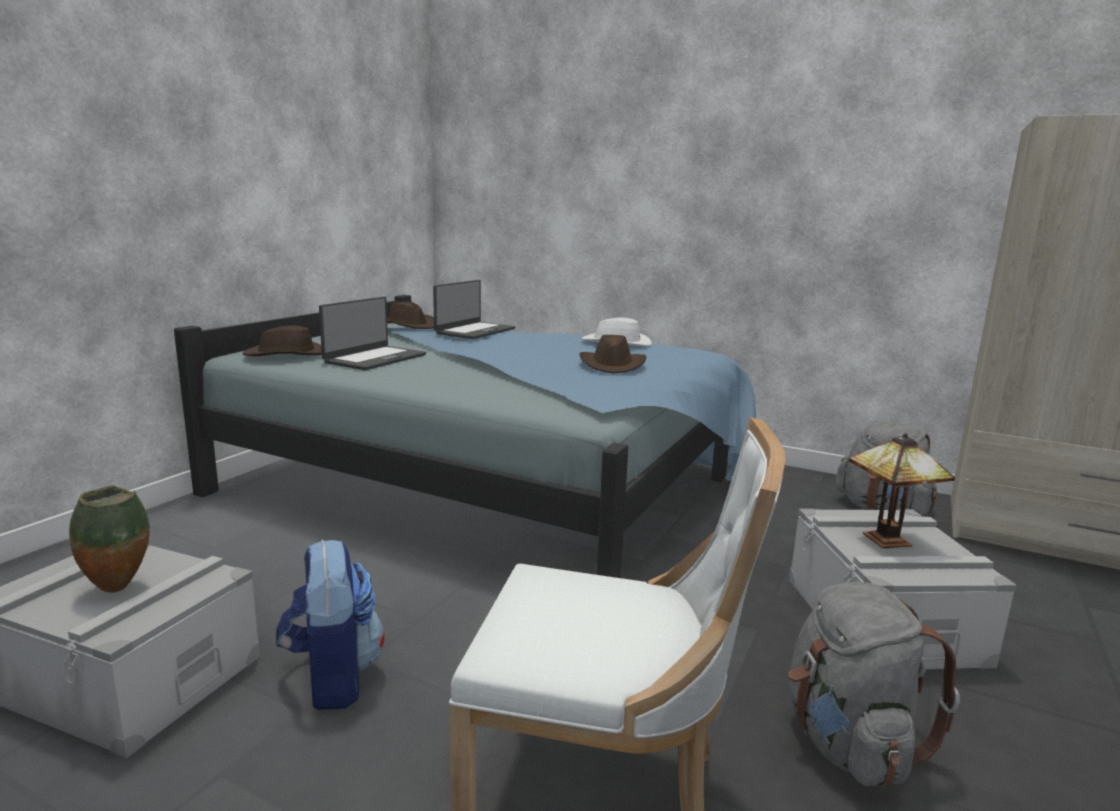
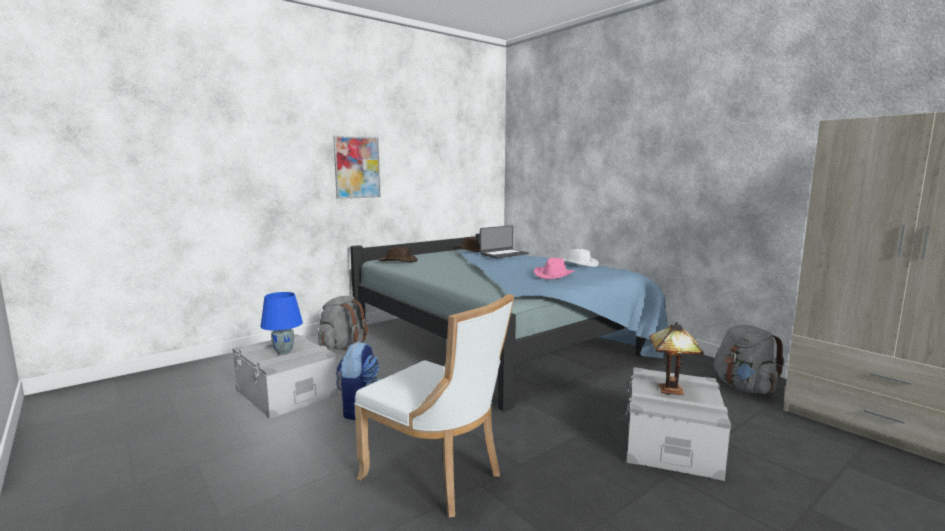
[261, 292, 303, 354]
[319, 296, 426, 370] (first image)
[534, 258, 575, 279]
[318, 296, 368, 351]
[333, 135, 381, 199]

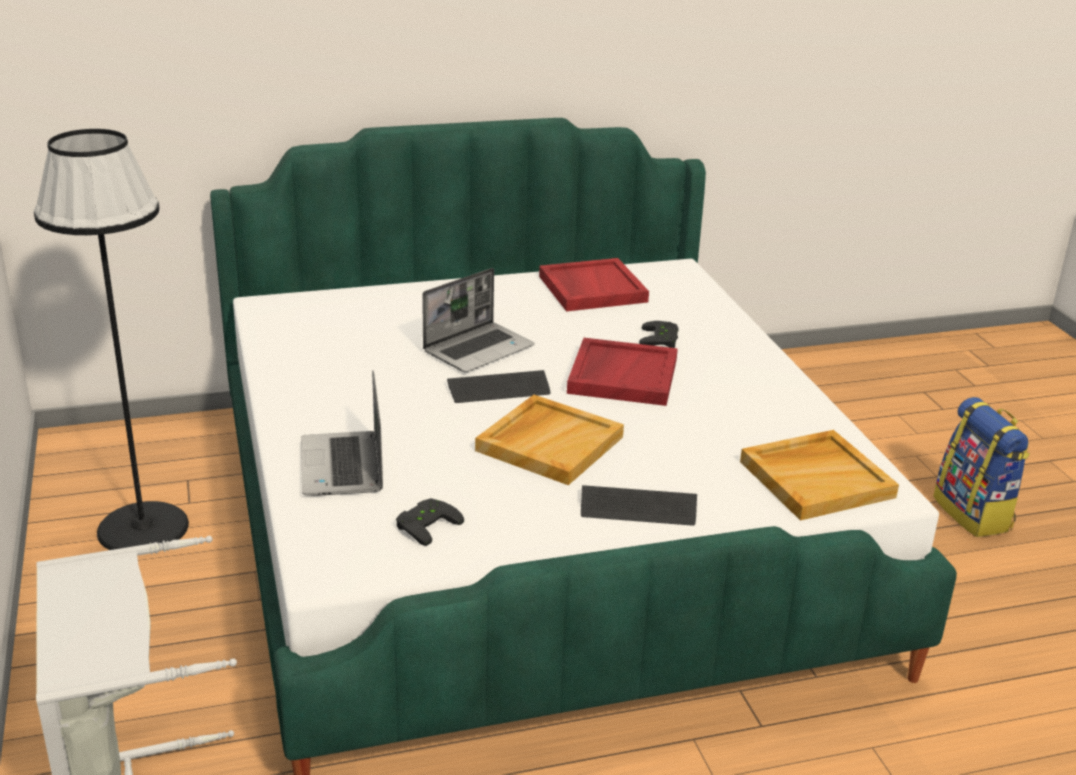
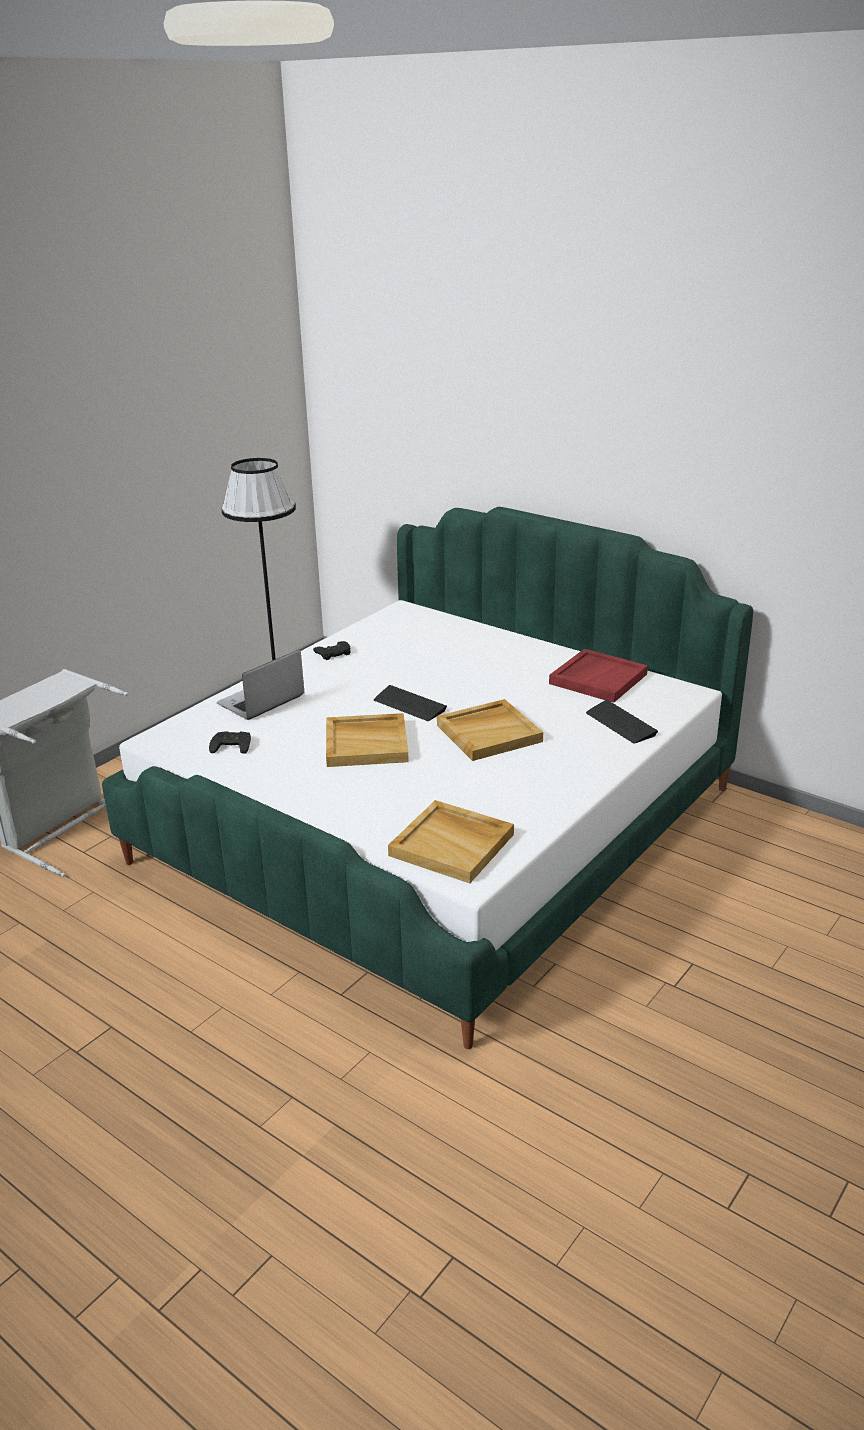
[422, 268, 535, 372] (first image)
[437, 699, 543, 761]
[586, 700, 658, 744]
[313, 641, 351, 660]
[933, 397, 1030, 537] (first image)

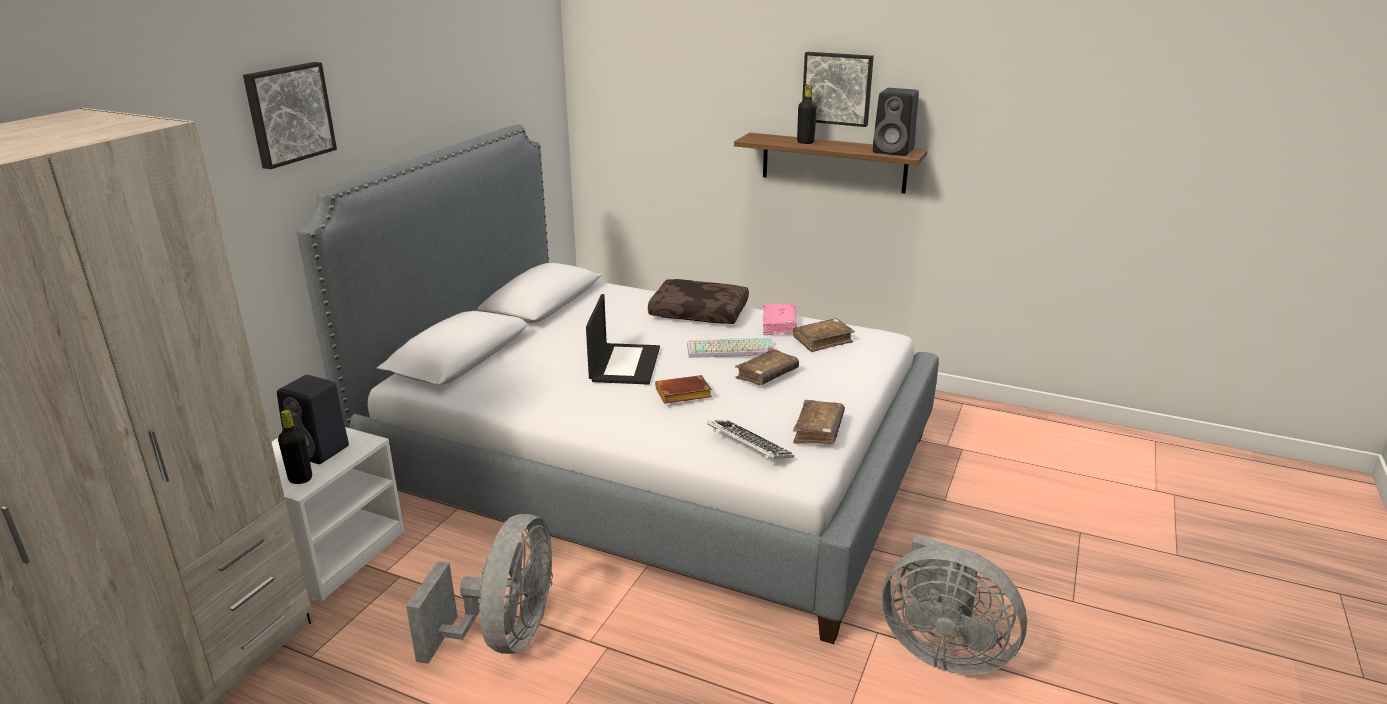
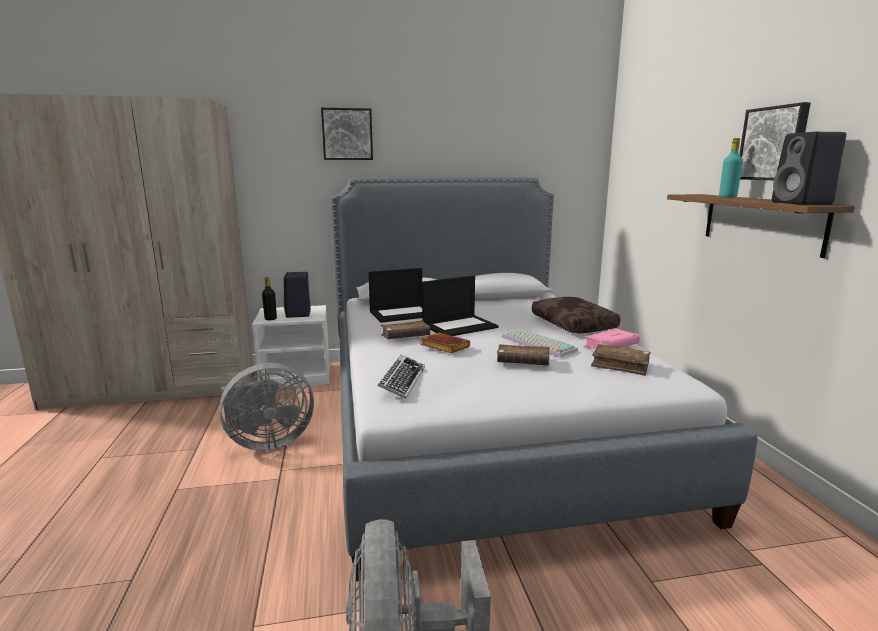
[380, 321, 431, 339]
[719, 138, 743, 198]
[368, 268, 422, 323]

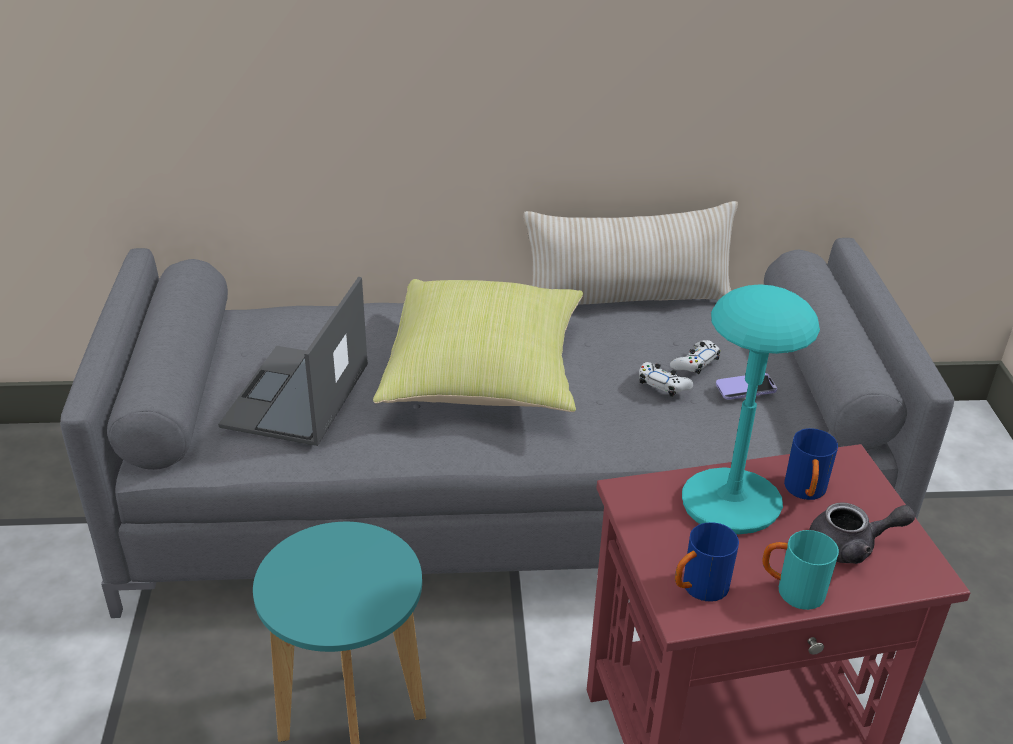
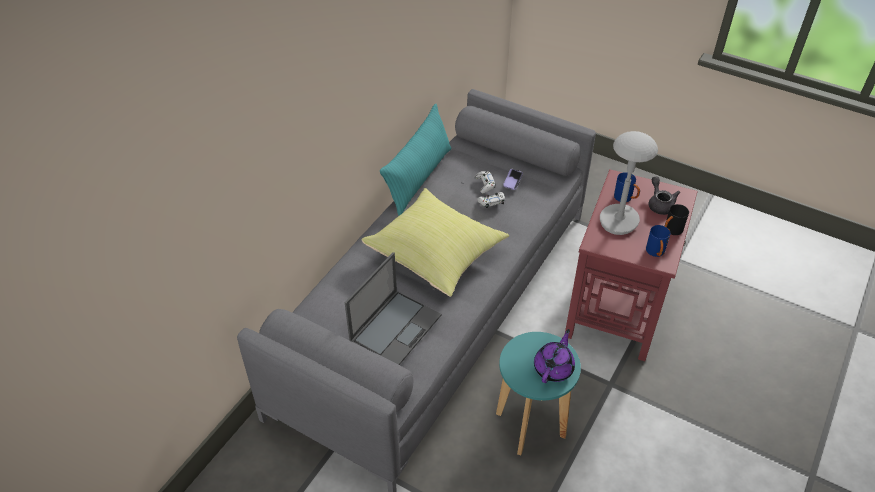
[345, 252, 441, 365]
[380, 103, 452, 216]
[600, 131, 658, 235]
[665, 204, 689, 235]
[649, 177, 680, 215]
[534, 329, 575, 383]

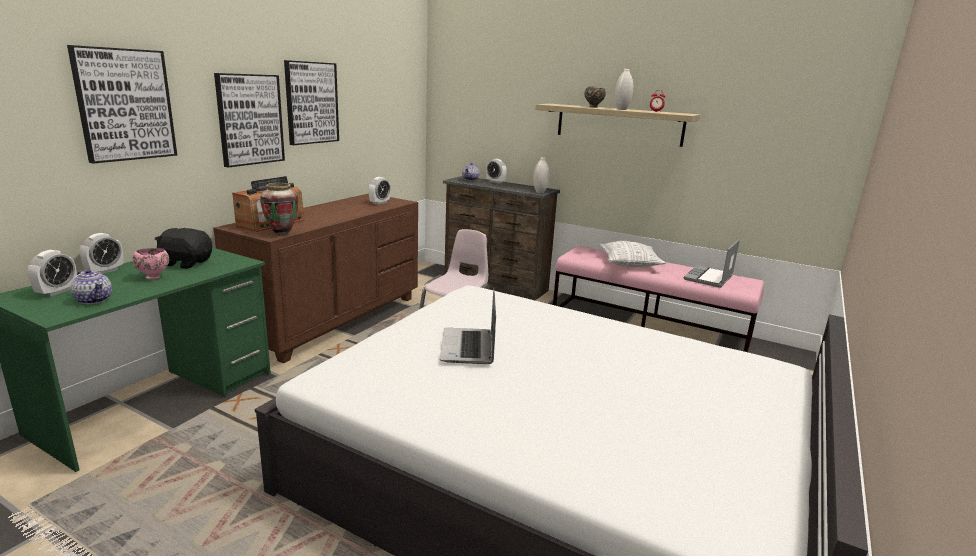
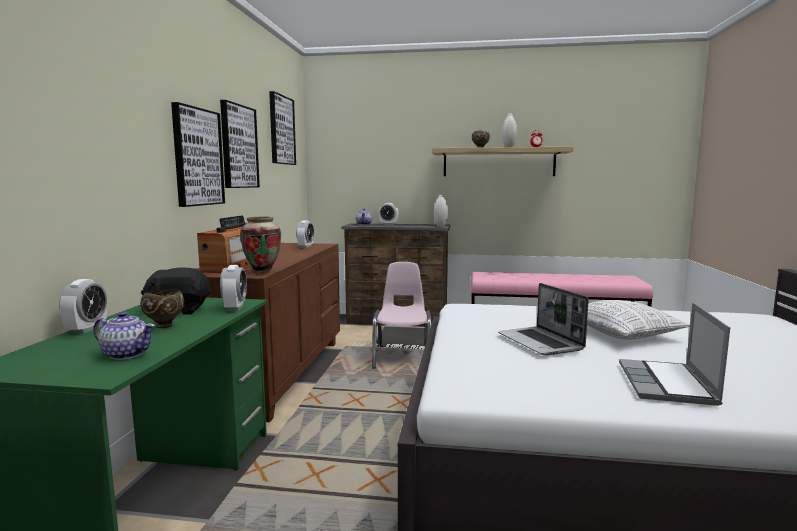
[220, 265, 247, 311]
[269, 91, 296, 165]
[140, 289, 184, 328]
[587, 300, 690, 340]
[619, 302, 730, 406]

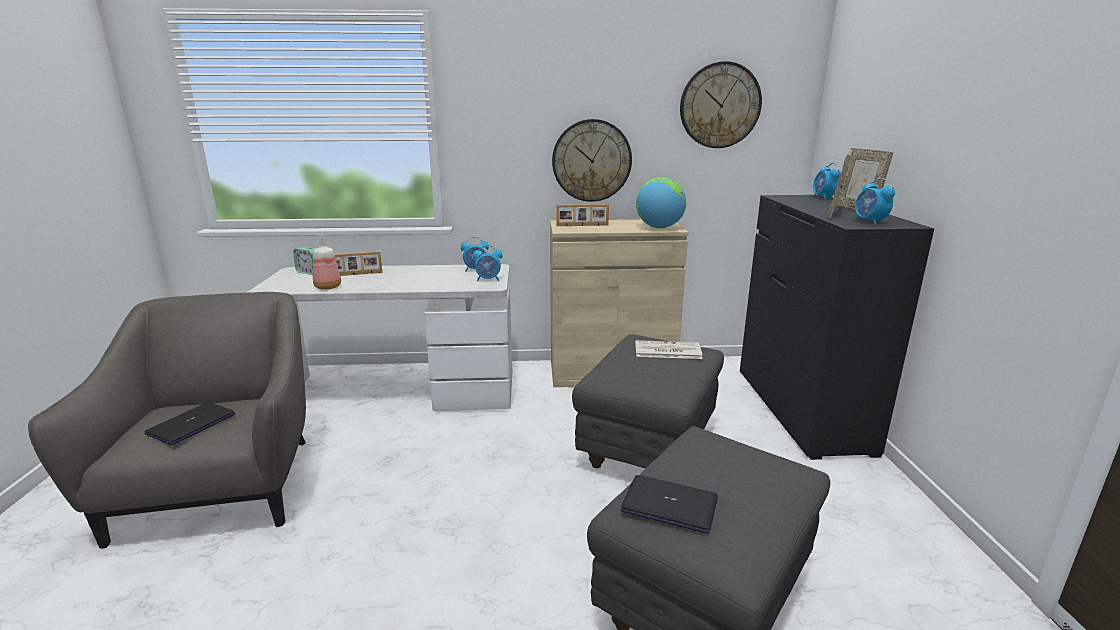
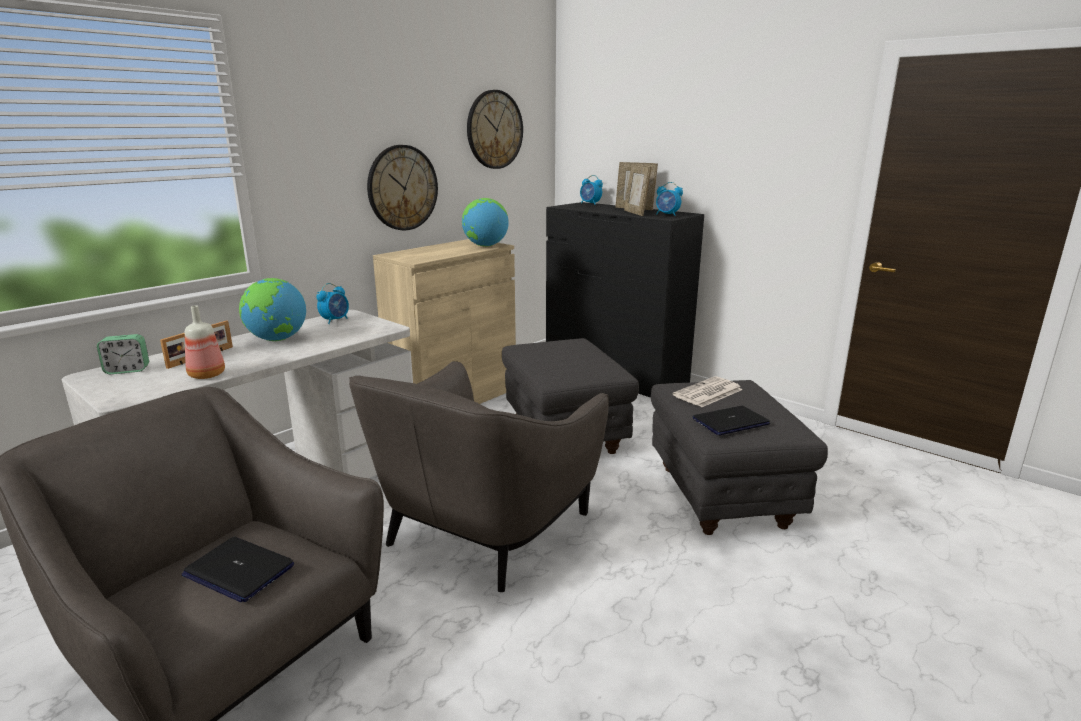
[182, 537, 294, 602]
[473, 245, 502, 282] (first image)
[556, 204, 609, 226] (first image)
[673, 376, 743, 407]
[239, 278, 306, 341]
[349, 361, 609, 592]

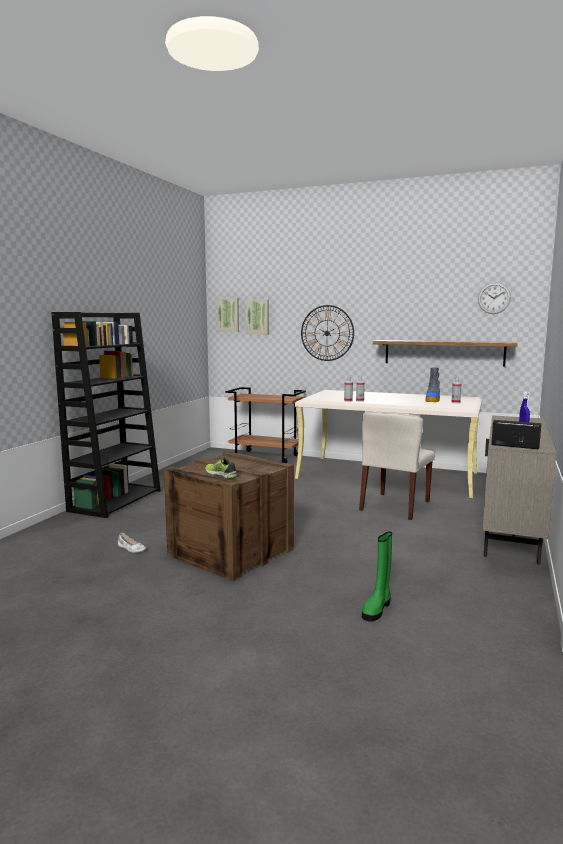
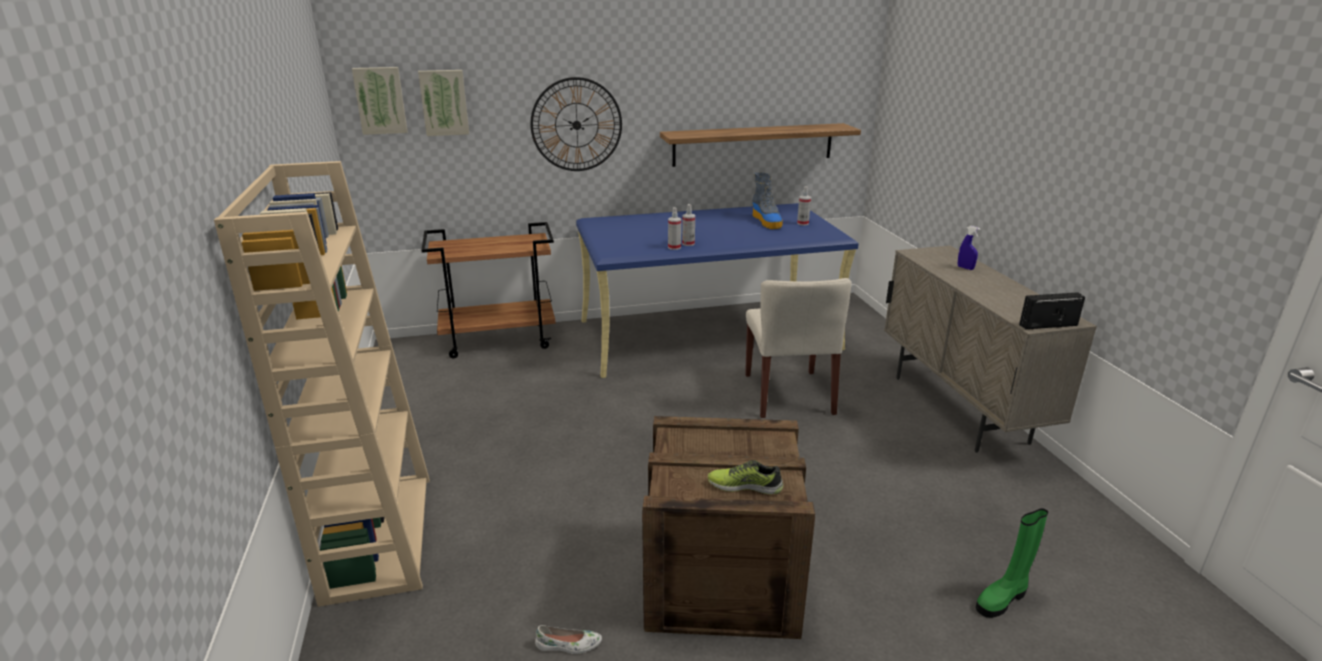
[214, 161, 430, 607]
[576, 203, 859, 378]
[976, 508, 1048, 618]
[478, 282, 511, 314] (first image)

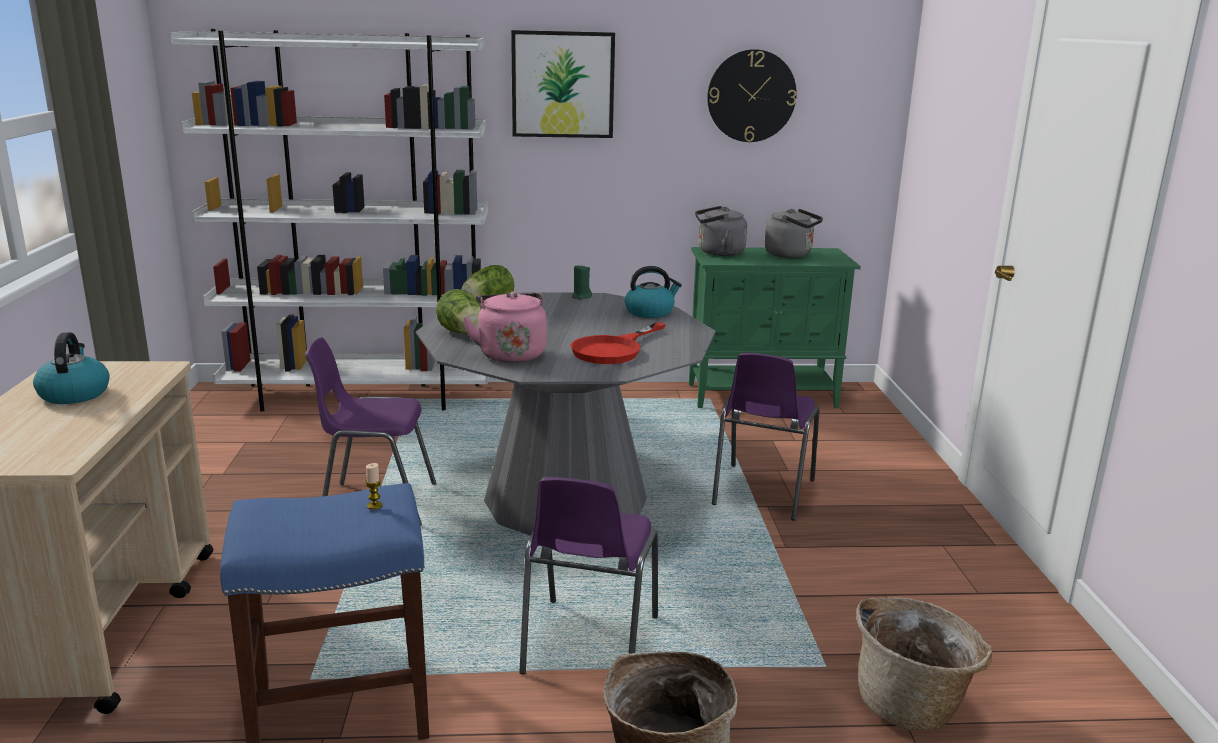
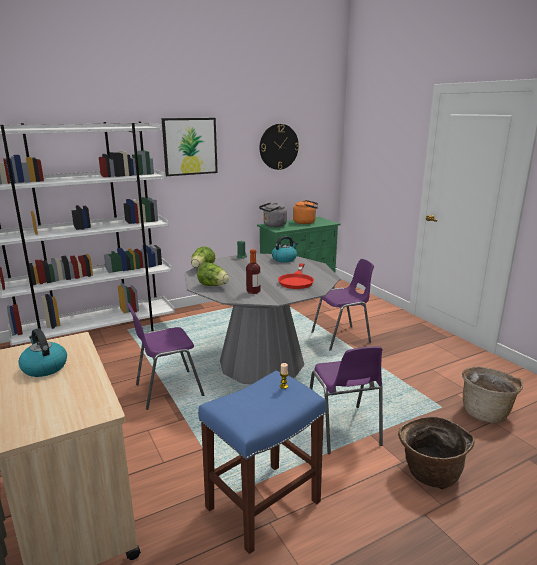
[246, 249, 261, 294]
[311, 259, 374, 350]
[293, 200, 318, 224]

